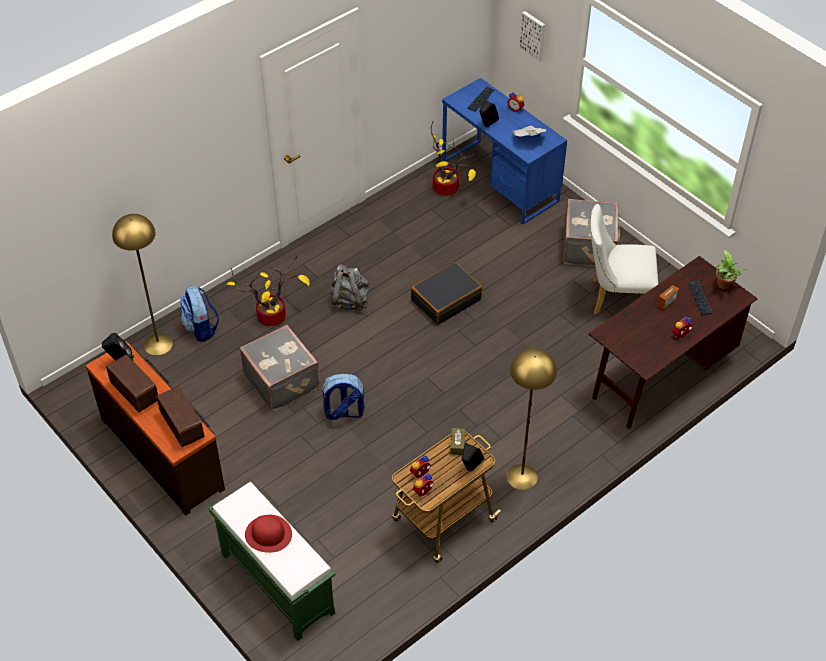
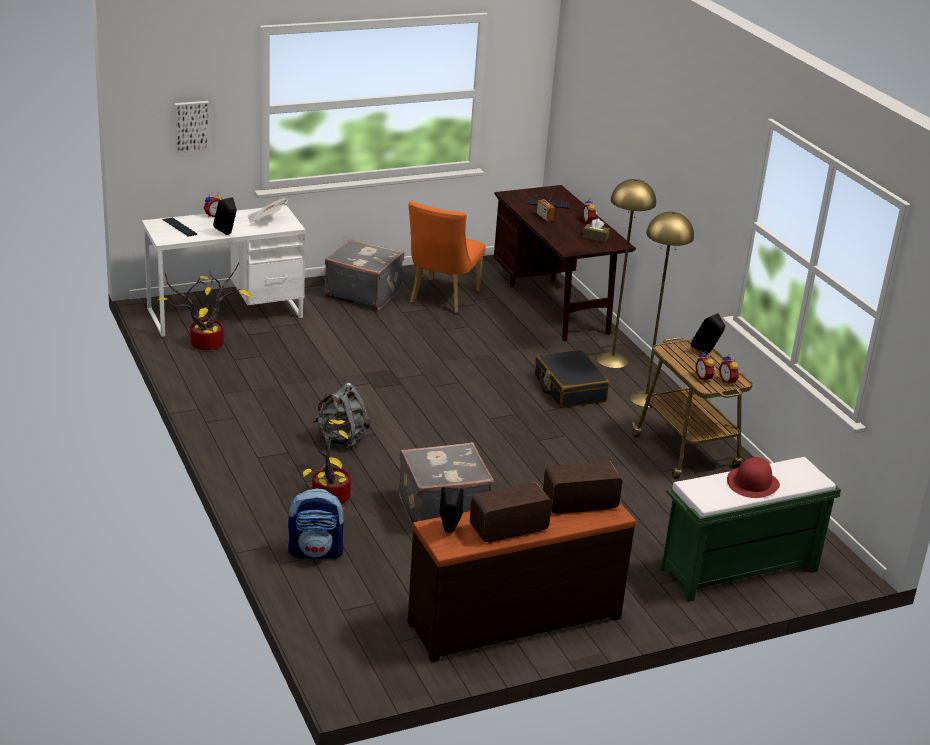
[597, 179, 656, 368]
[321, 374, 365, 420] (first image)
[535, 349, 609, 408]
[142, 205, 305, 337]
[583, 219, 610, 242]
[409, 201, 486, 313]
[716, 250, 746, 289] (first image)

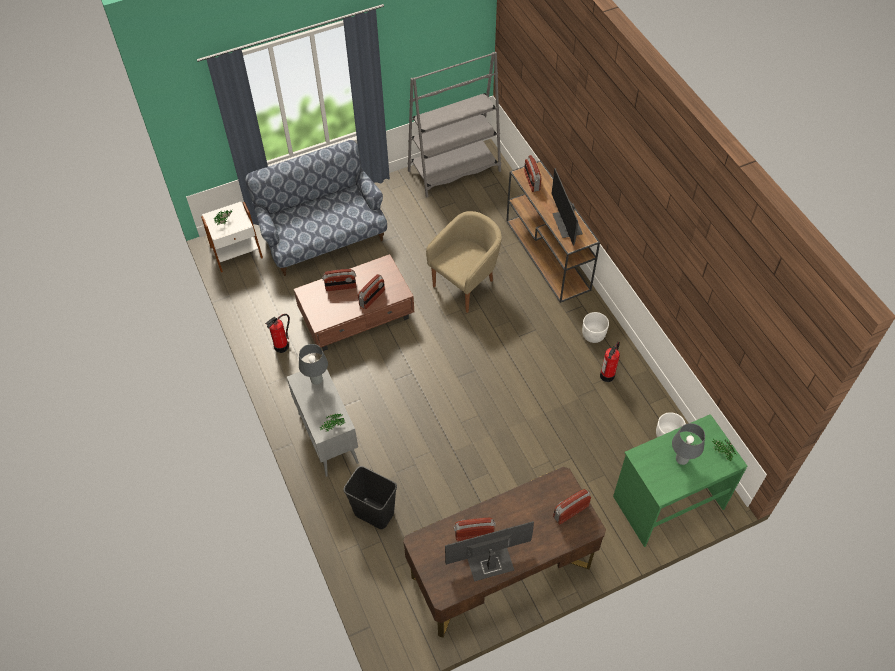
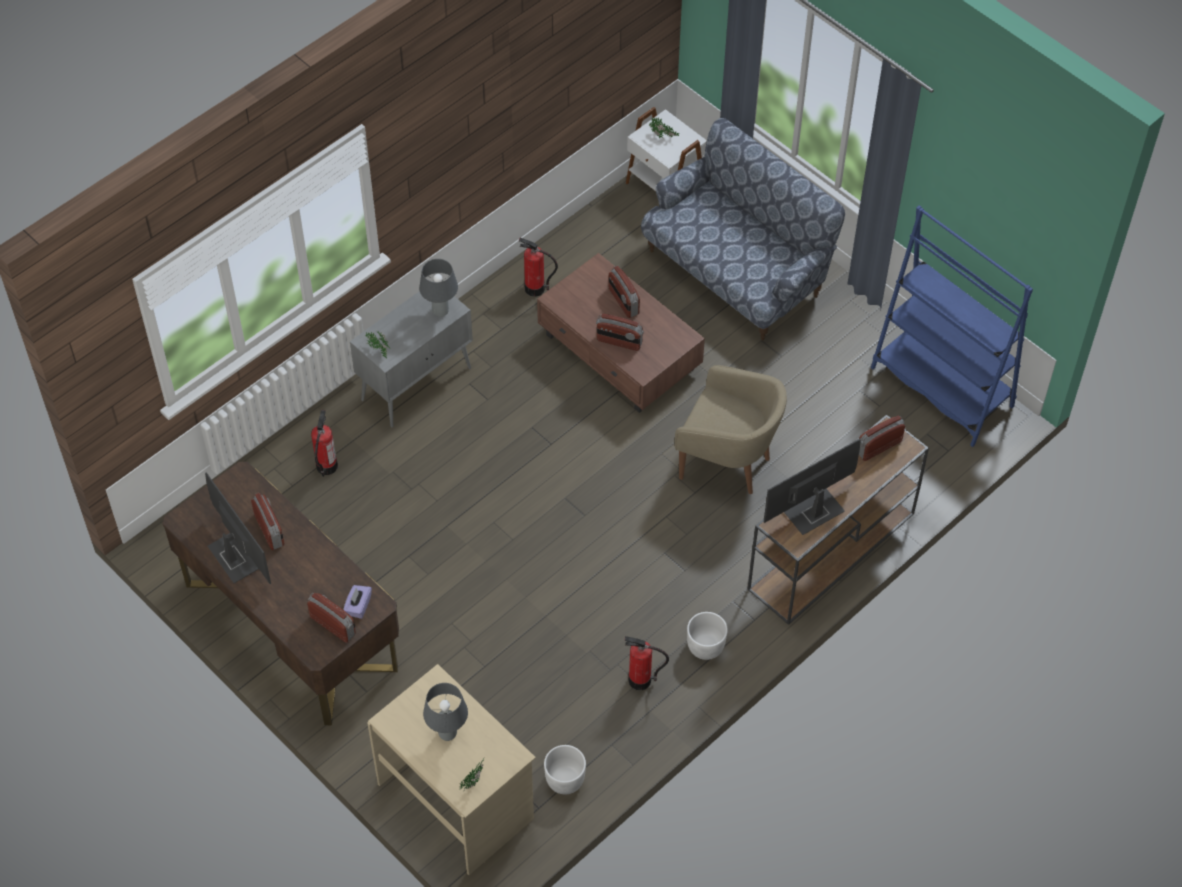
[311, 410, 338, 477]
[871, 205, 1033, 447]
[367, 664, 535, 875]
[343, 585, 372, 619]

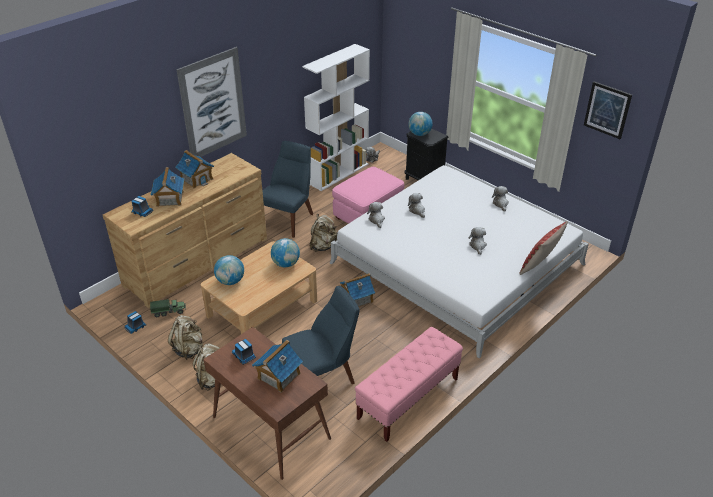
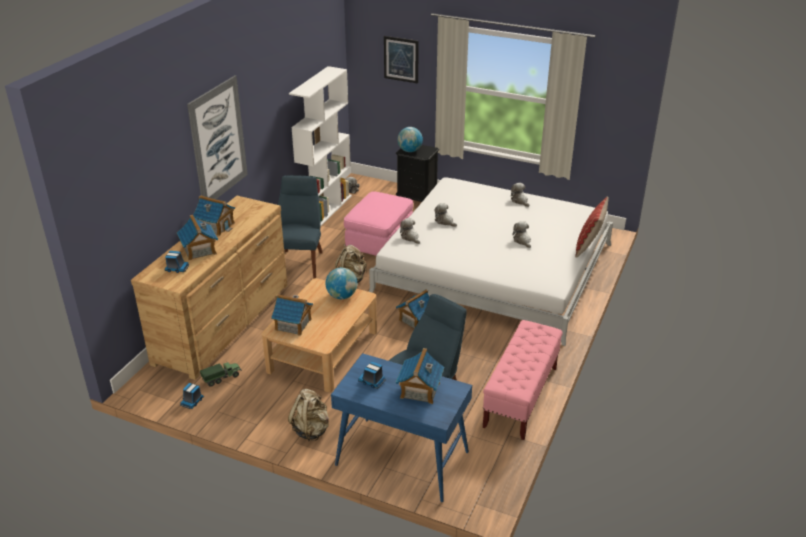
[168, 315, 203, 360] (first image)
[331, 353, 472, 502]
[271, 294, 313, 336]
[384, 36, 419, 83]

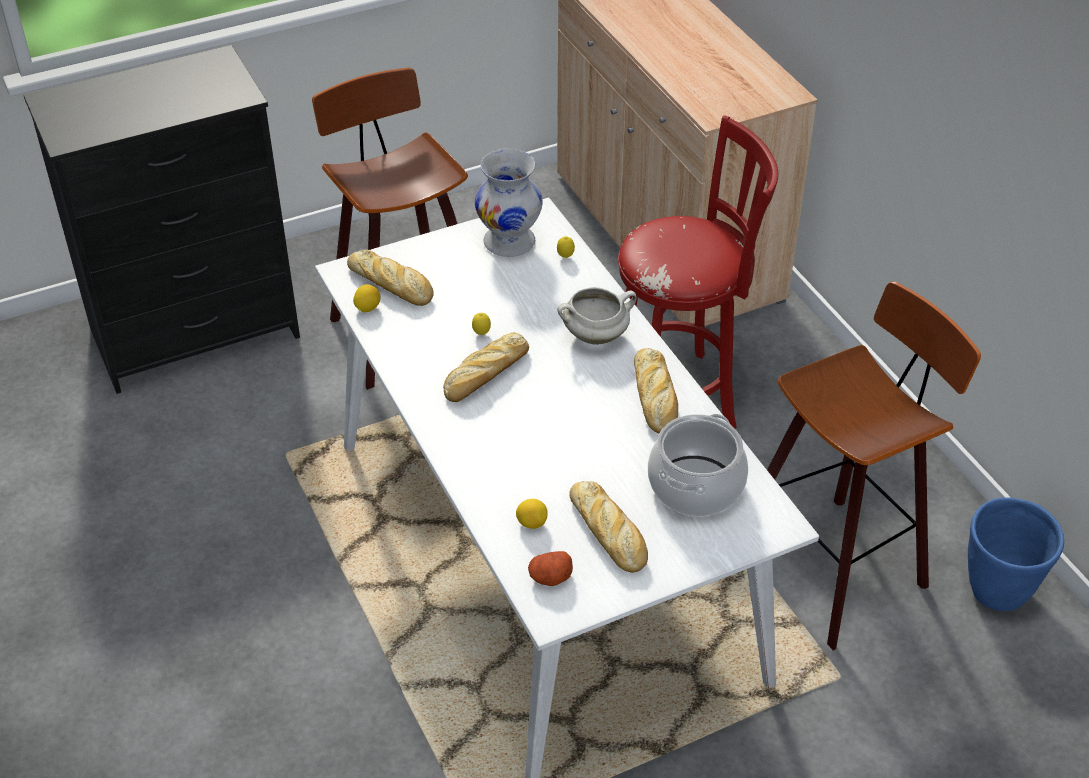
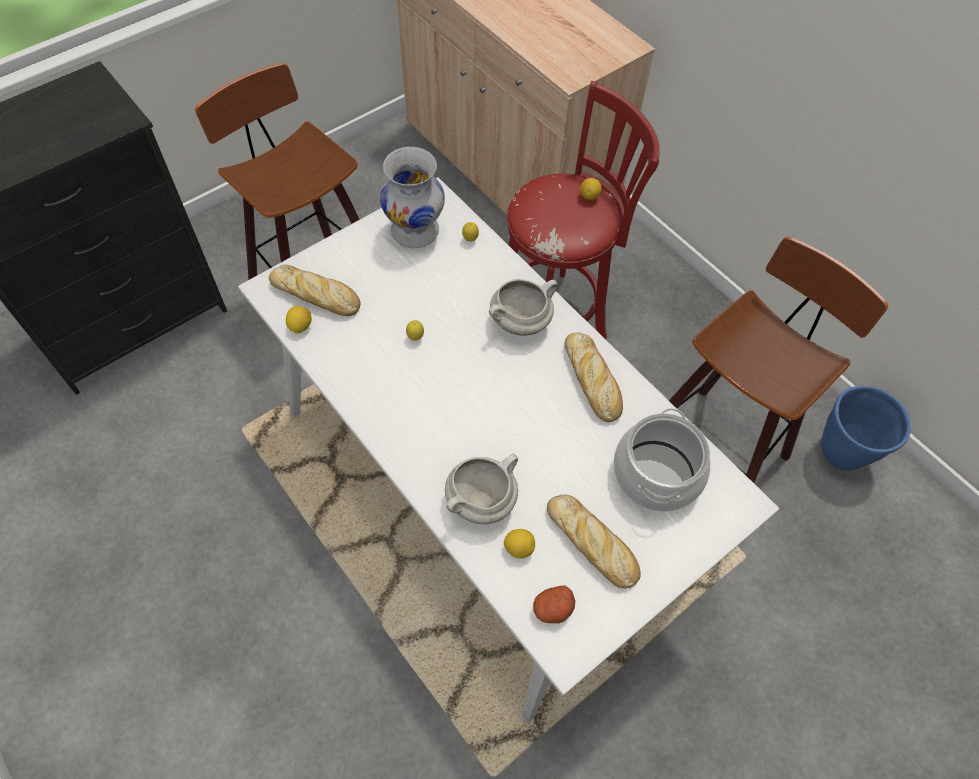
[443, 333, 529, 402] (first image)
[445, 454, 518, 524]
[580, 178, 602, 200]

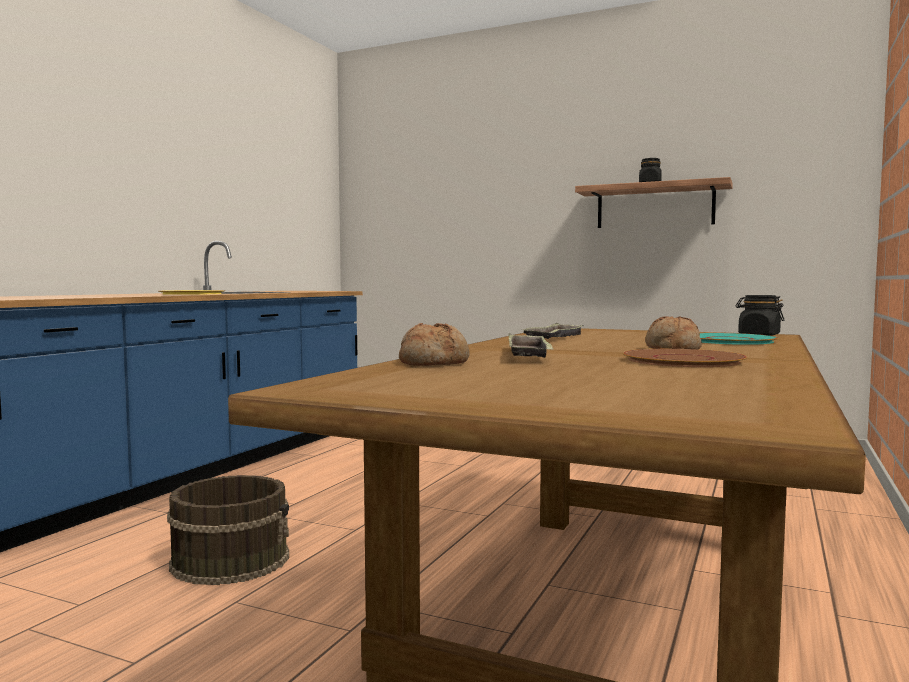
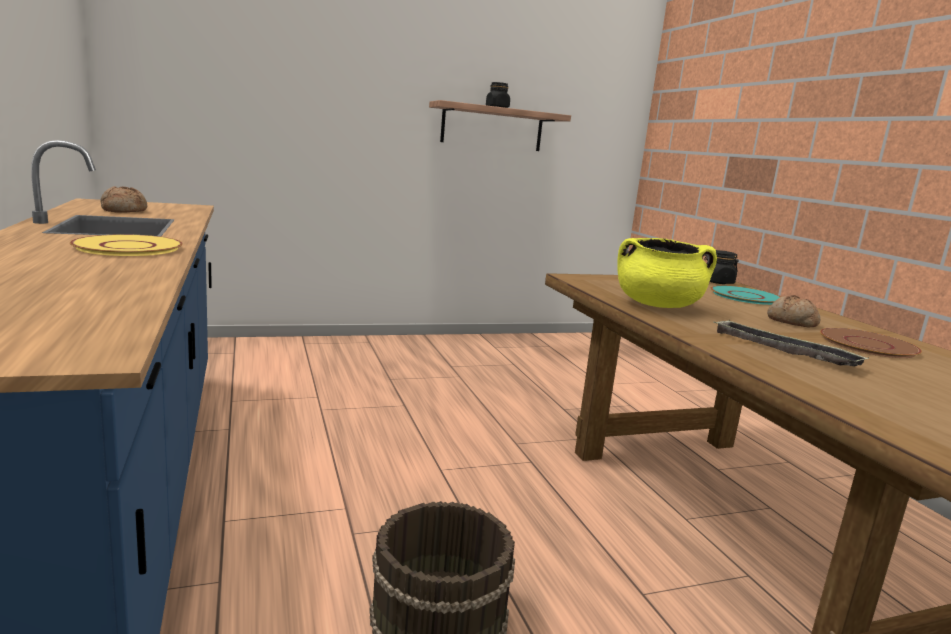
[101, 186, 147, 213]
[617, 238, 717, 308]

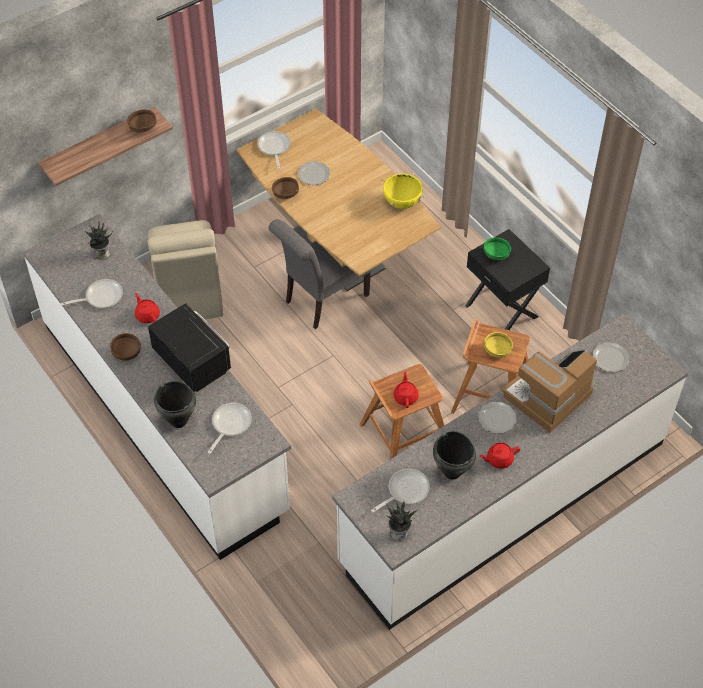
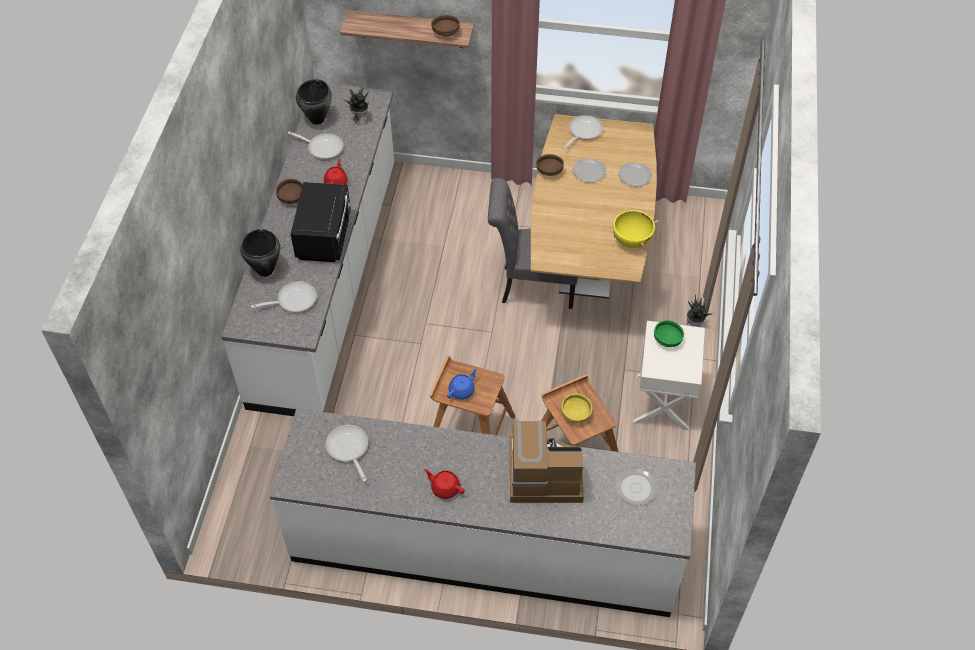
[148, 220, 223, 319] (first image)
[326, 425, 368, 482]
[686, 294, 715, 327]
[447, 369, 477, 400]
[296, 79, 332, 125]
[633, 321, 705, 430]
[618, 162, 652, 187]

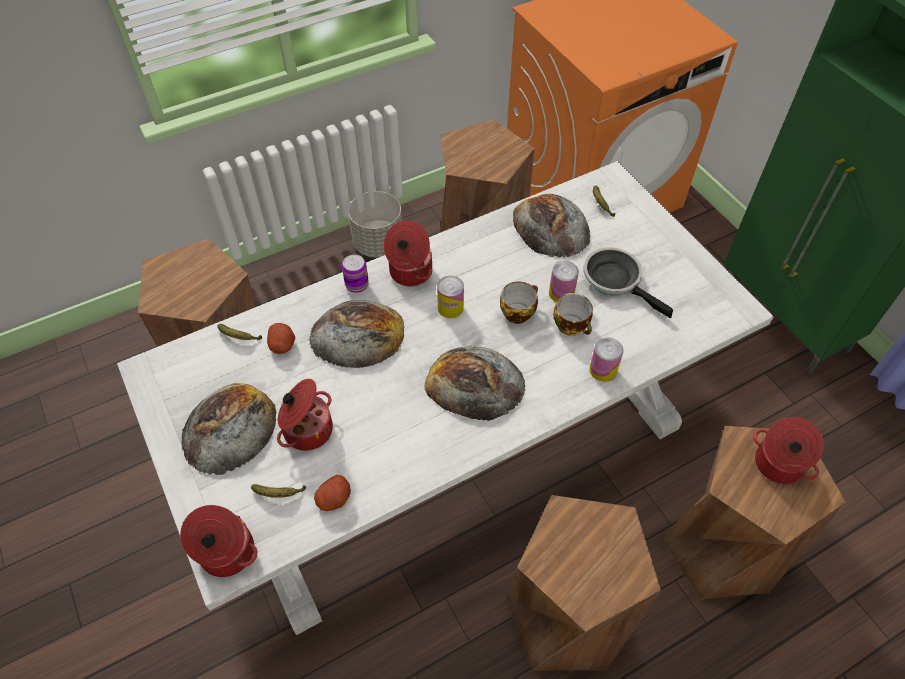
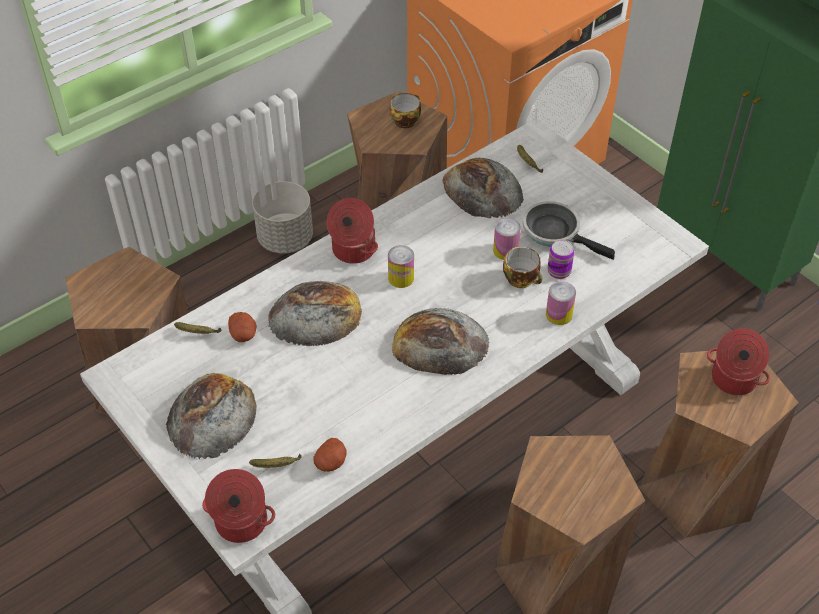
[277, 379, 333, 451] (first image)
[548, 240, 575, 279]
[390, 93, 421, 128]

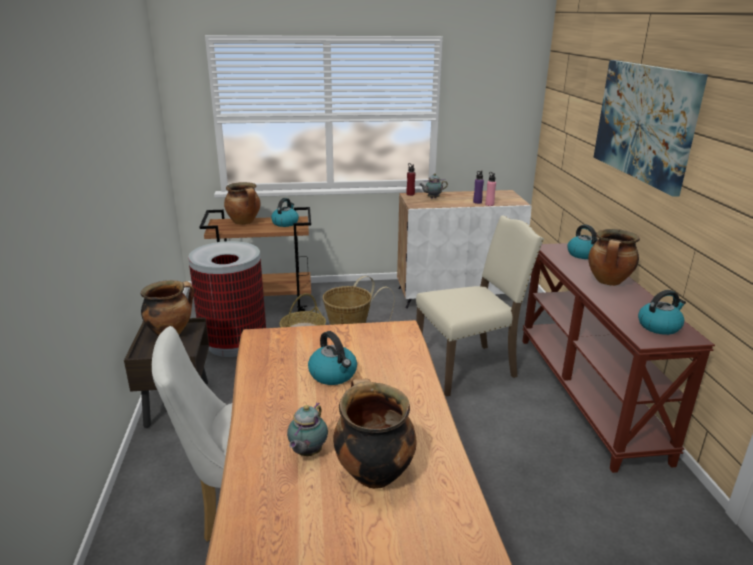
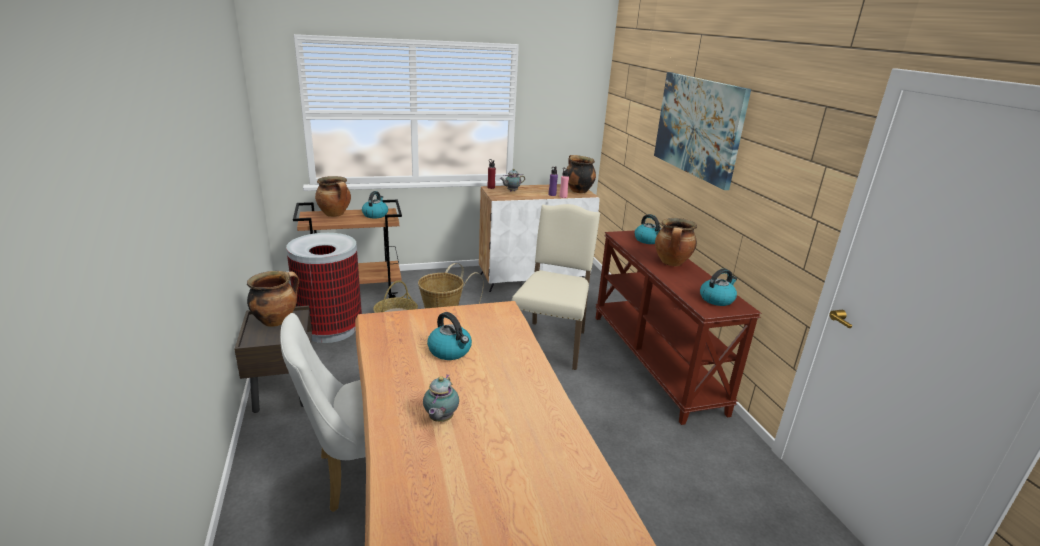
[567, 155, 596, 193]
[512, 204, 600, 370]

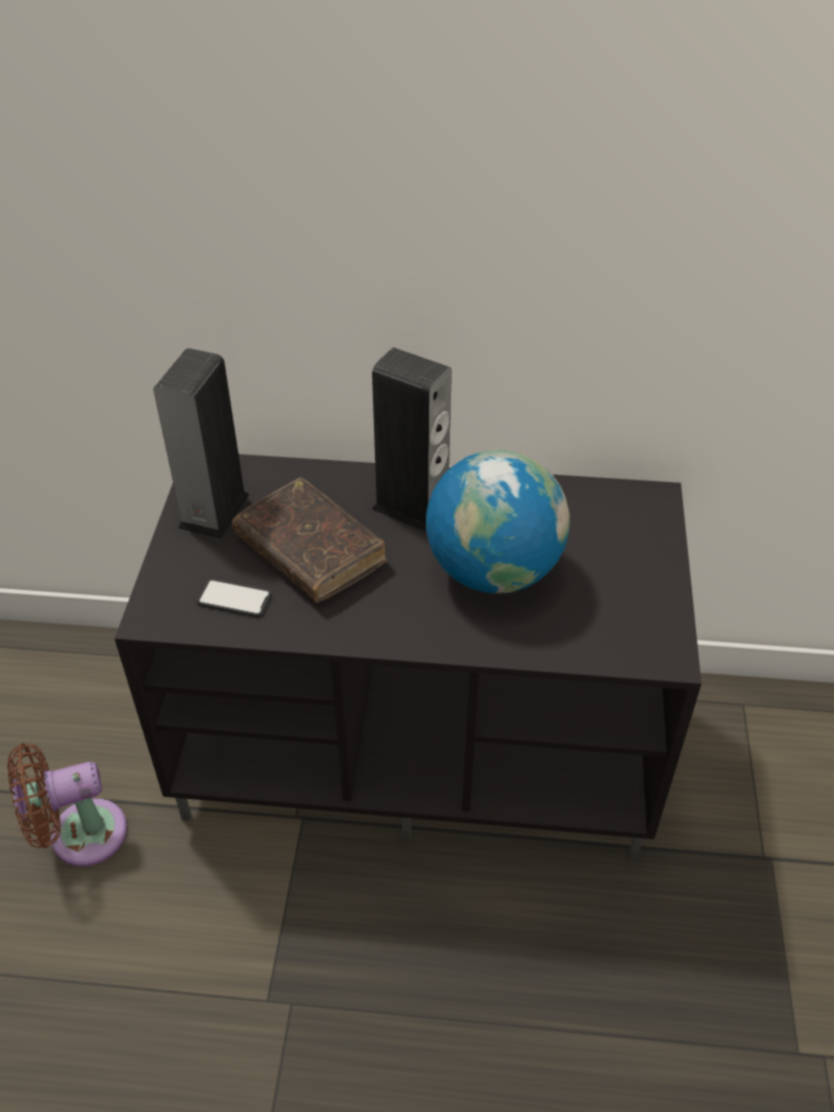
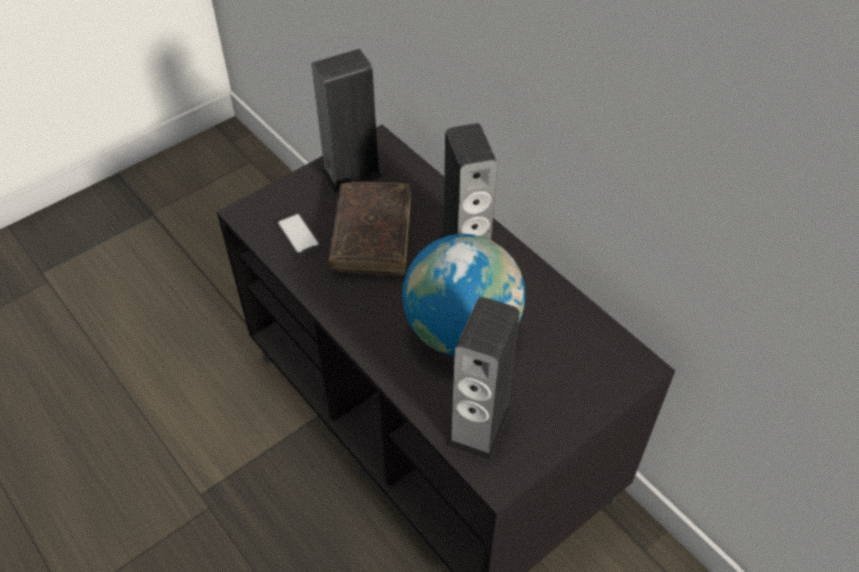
[7, 743, 127, 866] (first image)
[447, 297, 520, 461]

